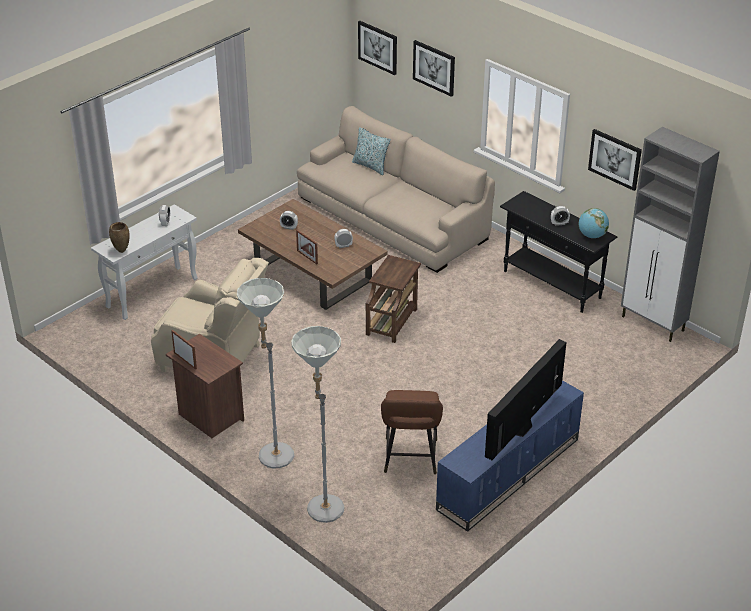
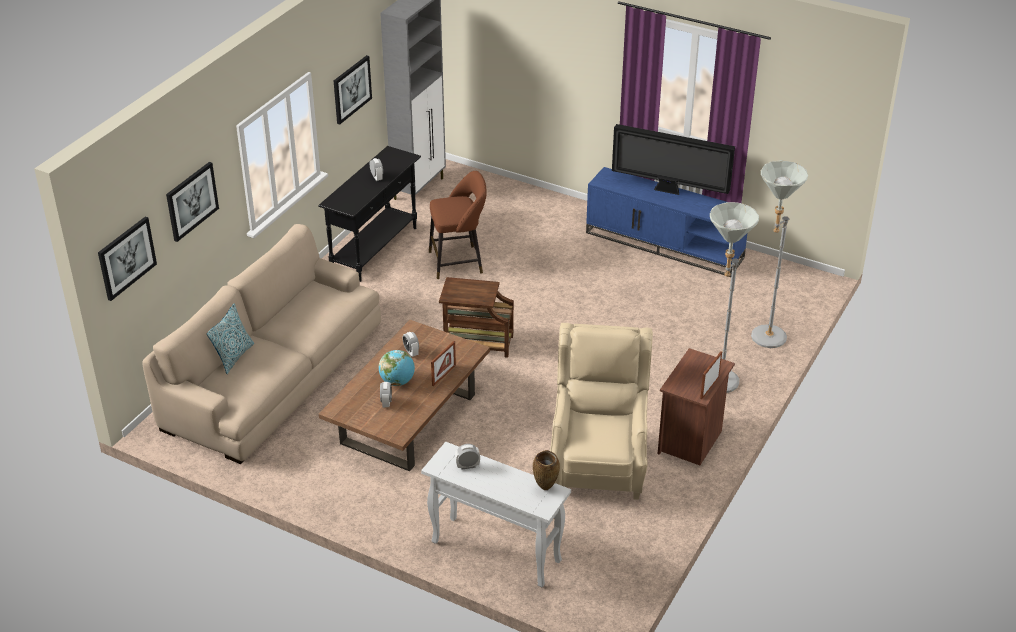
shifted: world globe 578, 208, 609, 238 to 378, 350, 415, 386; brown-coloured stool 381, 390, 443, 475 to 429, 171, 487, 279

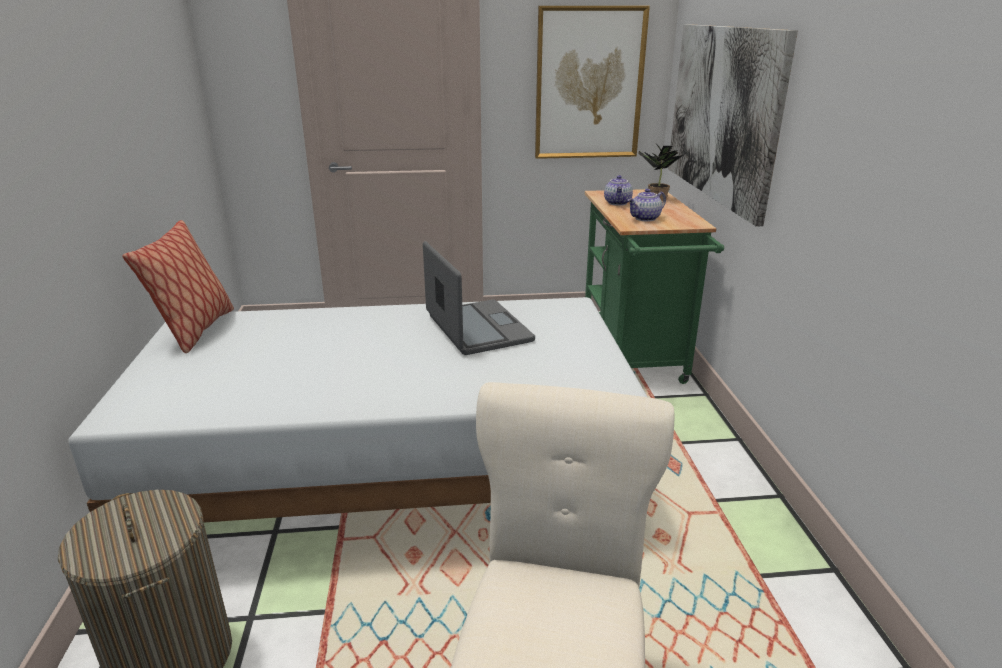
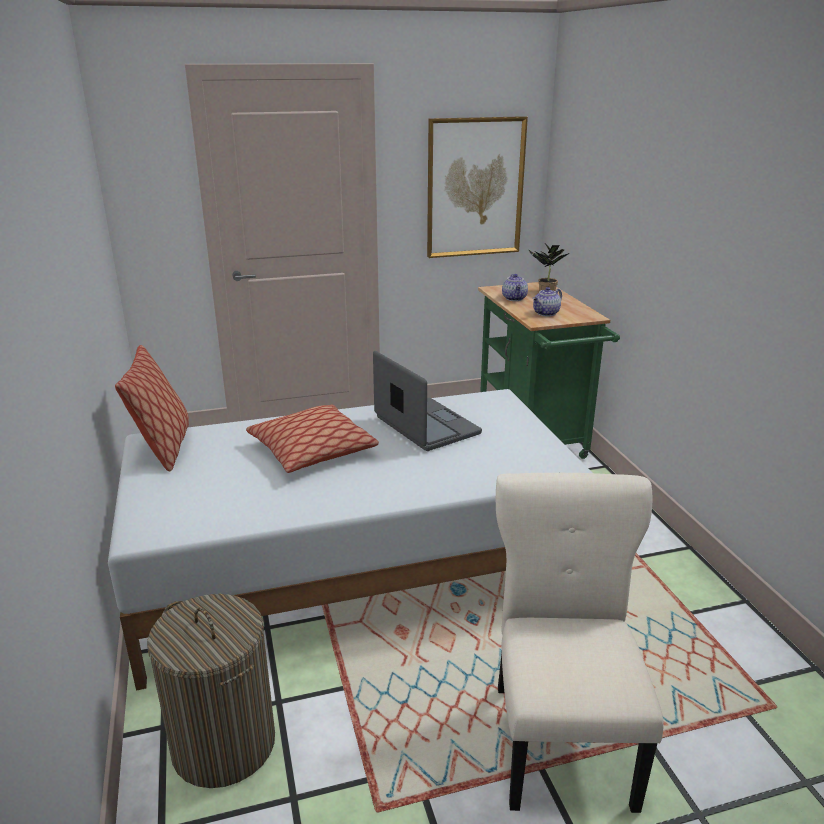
gone: wall art 668, 24, 798, 227
new: pillow 246, 405, 379, 473

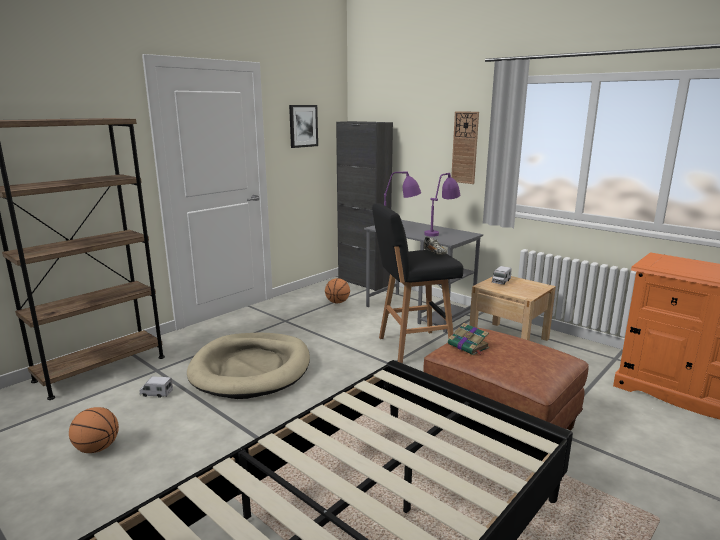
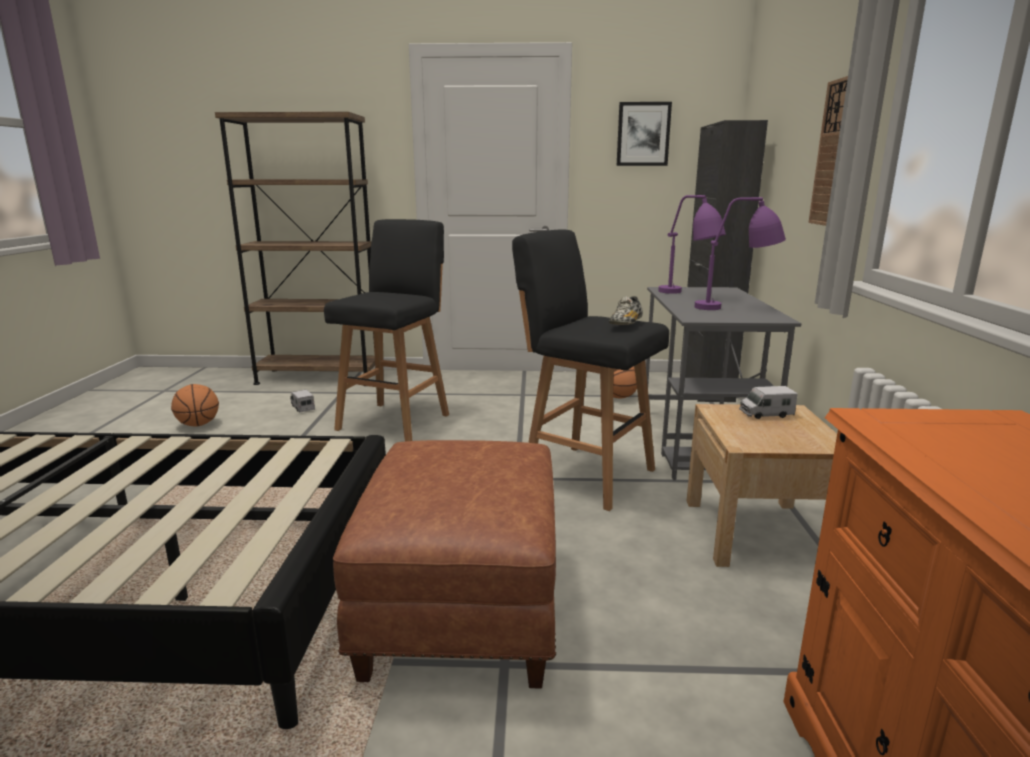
gone: bound book 448, 323, 489, 355
swapped: beige pet bed 187, 332, 310, 399 to black-coloured stool 324, 219, 449, 442

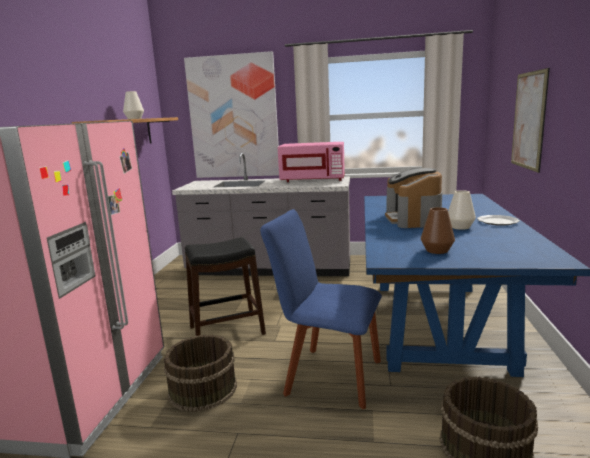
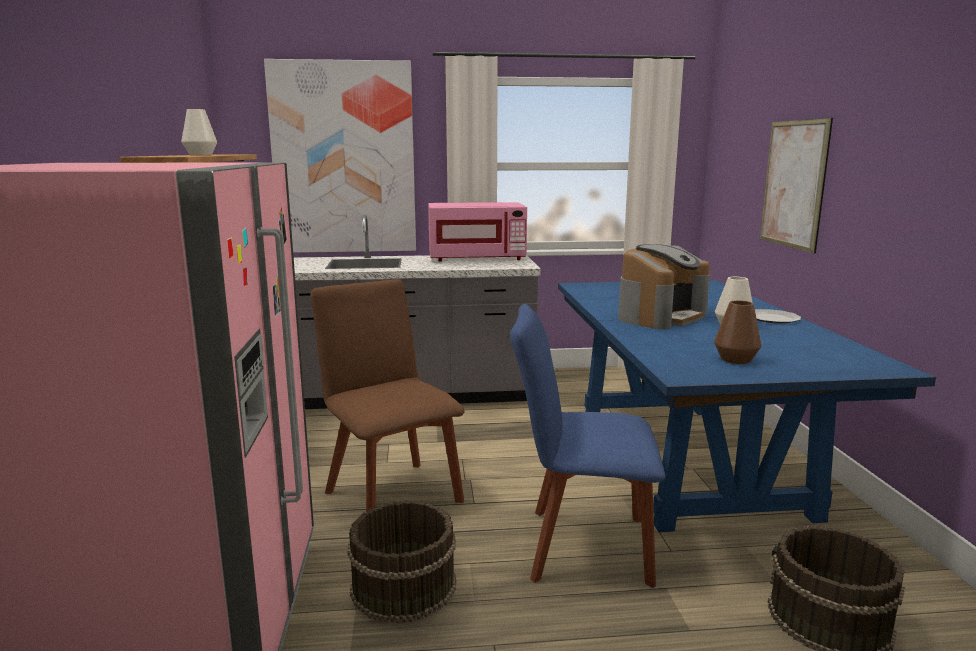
swapped: black-coloured stool 185, 237, 266, 336 to brown-coloured chair 310, 279, 465, 512
rotated: coffee machine 385, 168, 442, 228 = 618, 244, 710, 330 120 degrees counterclockwise

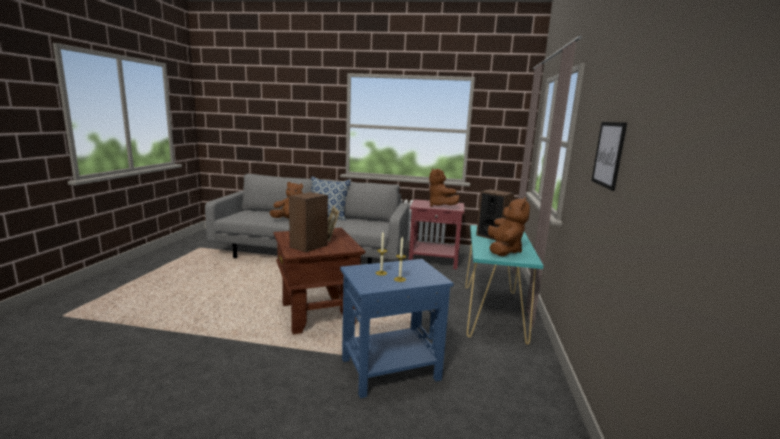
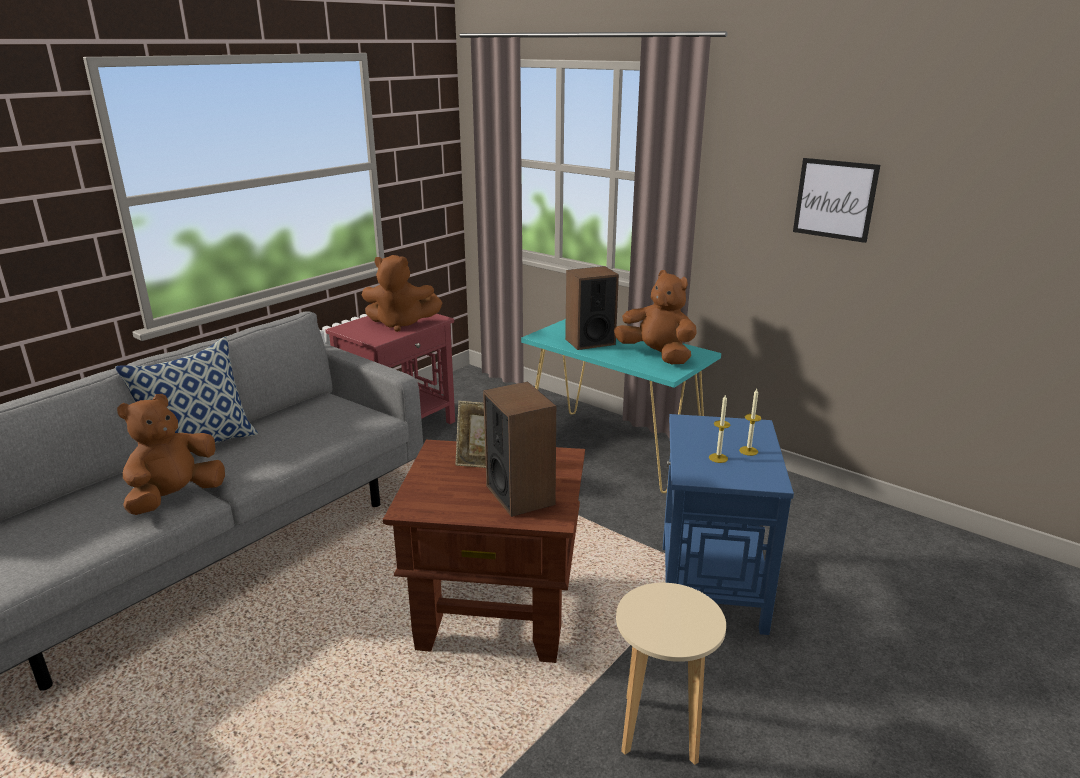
new: beige stool 616, 583, 726, 765

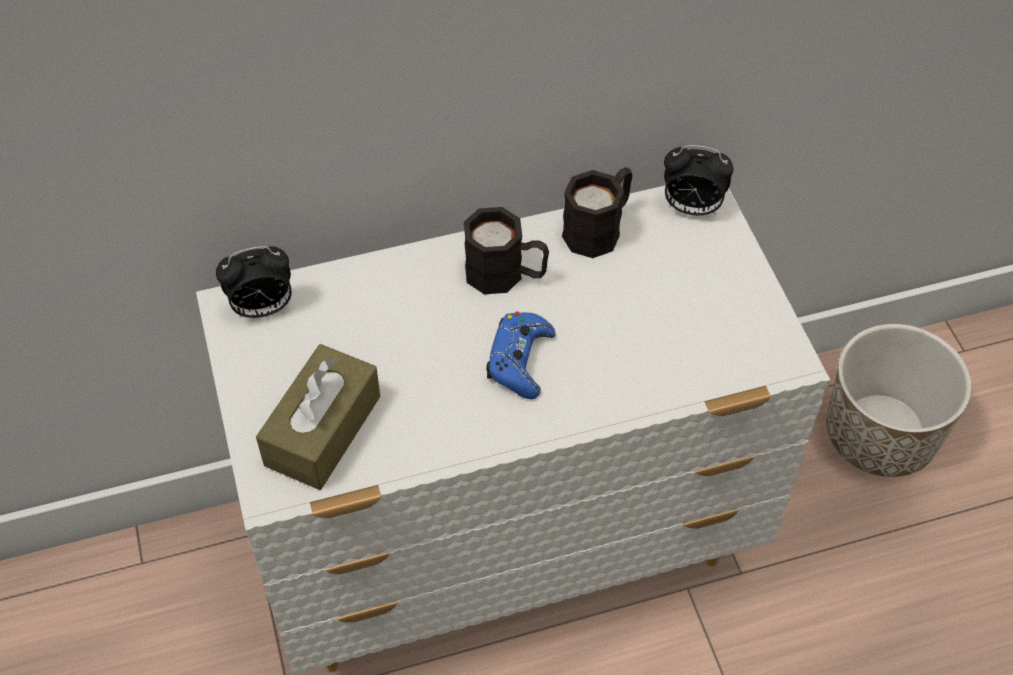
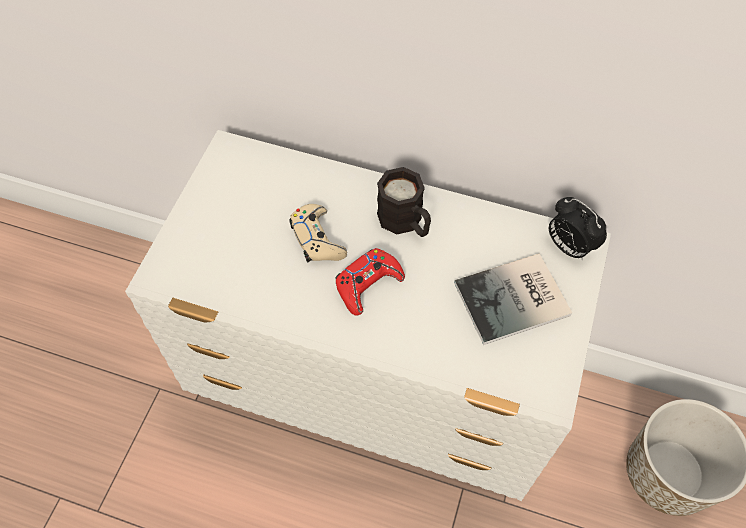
gone: black-coloured coffee mug 562, 167, 632, 258; table clock 216, 246, 291, 318; brown-coloured box of tissues 256, 344, 380, 490
new: beige joypad 289, 204, 347, 262; bound book 454, 254, 572, 345
repainted: blue joypad 486, 312, 556, 399 to red-coloured joypad 335, 248, 405, 316

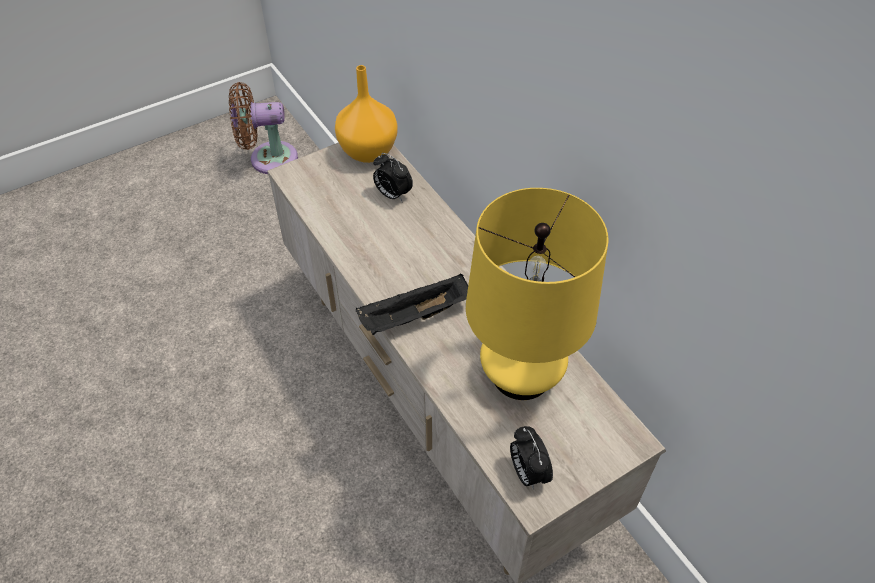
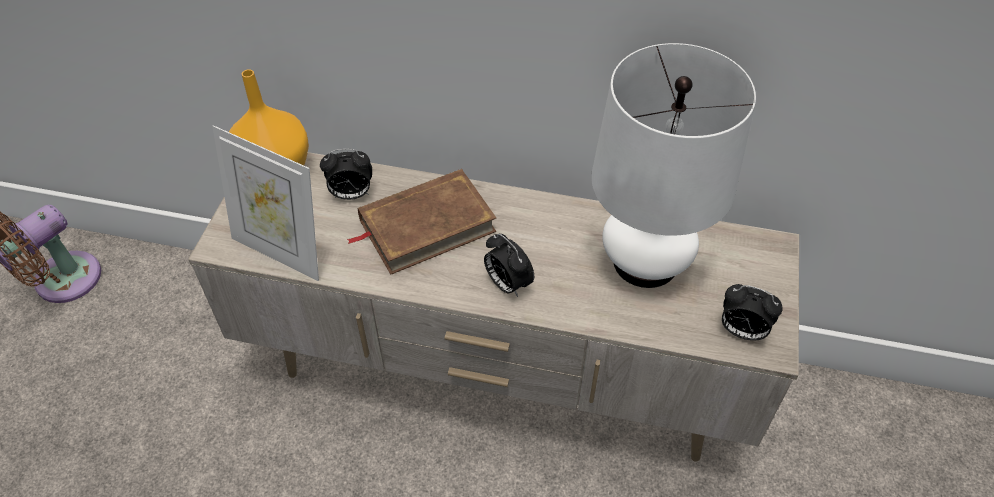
new: picture frame 212, 125, 319, 281; brown-coloured bound book 347, 169, 496, 275
swapped: black-coloured serving tray 356, 274, 468, 335 to table clock 484, 234, 534, 297
repainted: yellow tabletop lamp 466, 188, 608, 400 to white-coloured tabletop lamp 591, 43, 756, 288

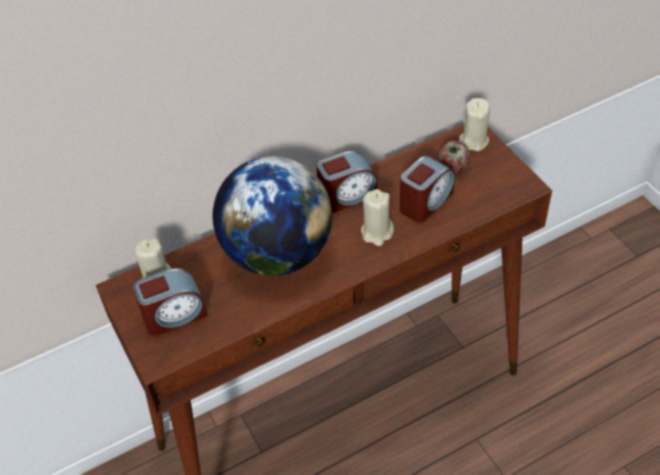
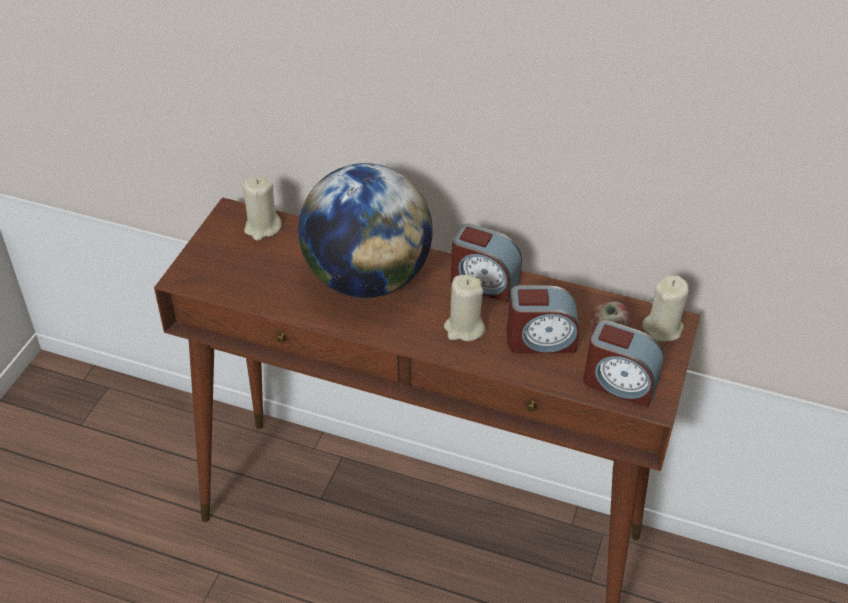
shifted: table clock 133, 268, 207, 335 to 583, 320, 664, 407

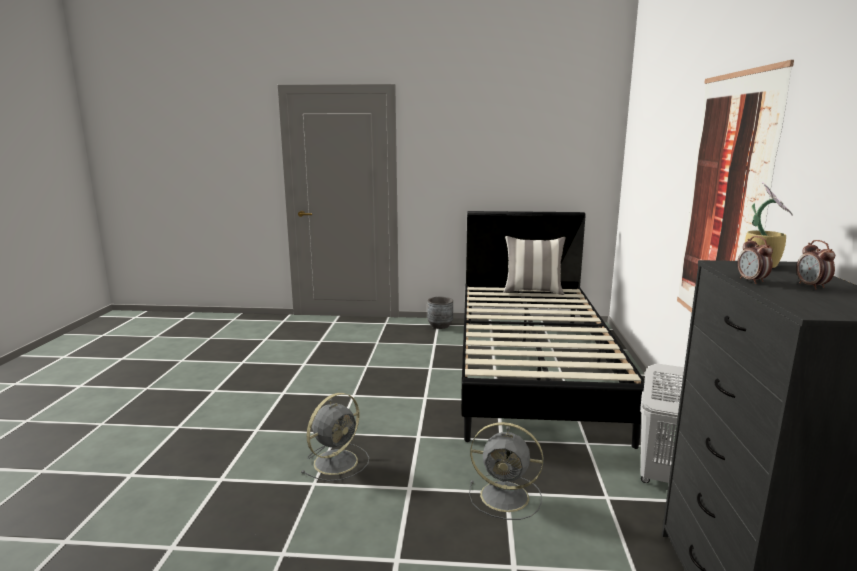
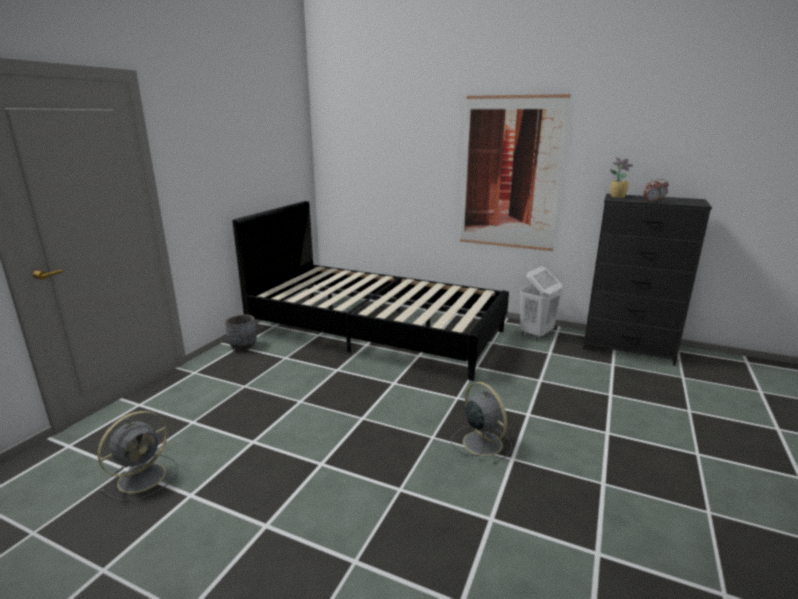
gone: pillow 504, 236, 566, 295
shifted: grey electric fan 469, 422, 543, 520 to 98, 411, 178, 501

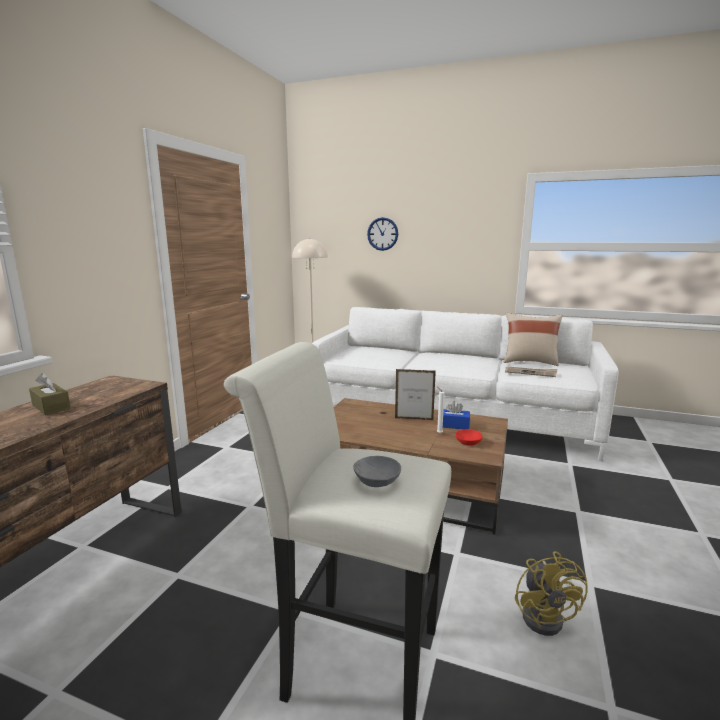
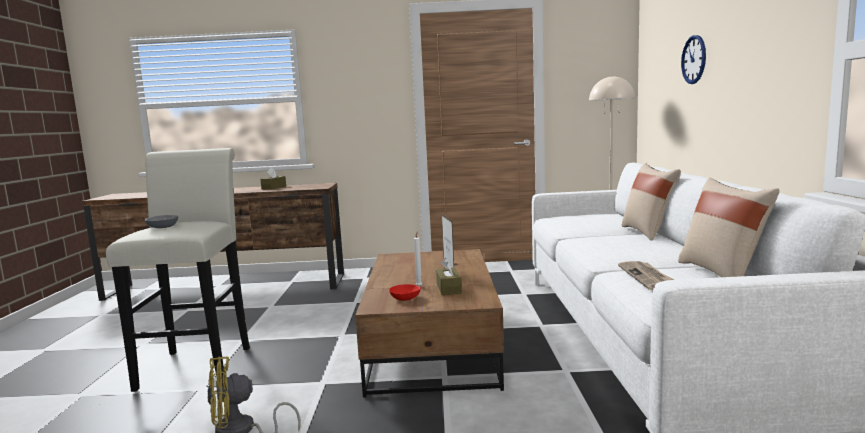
new: beige pillow 622, 163, 681, 240
repainted: blue box of tissues 443, 401, 470, 429 to brown-coloured box of tissues 436, 258, 462, 295

